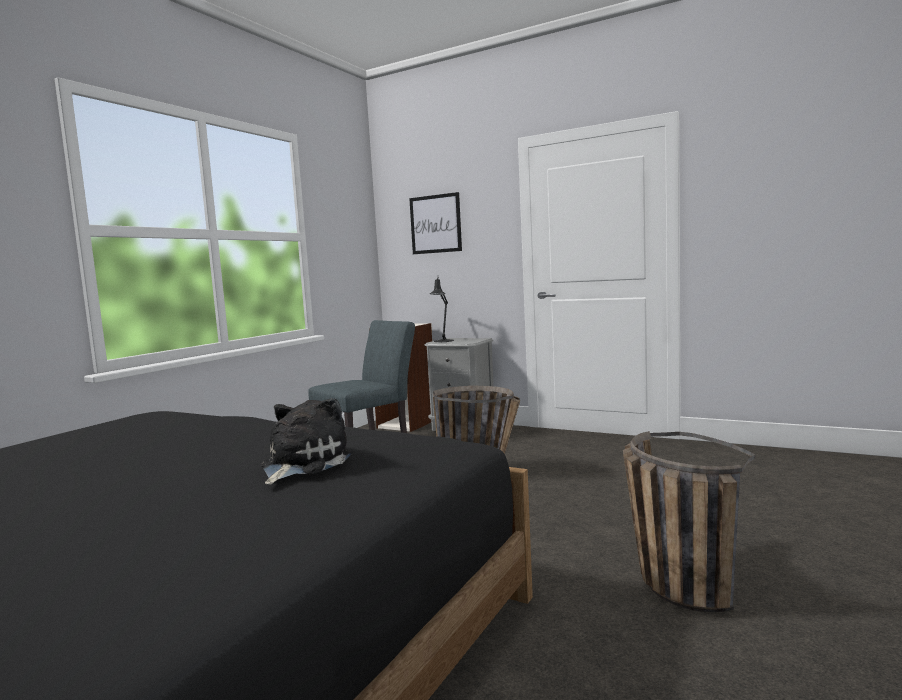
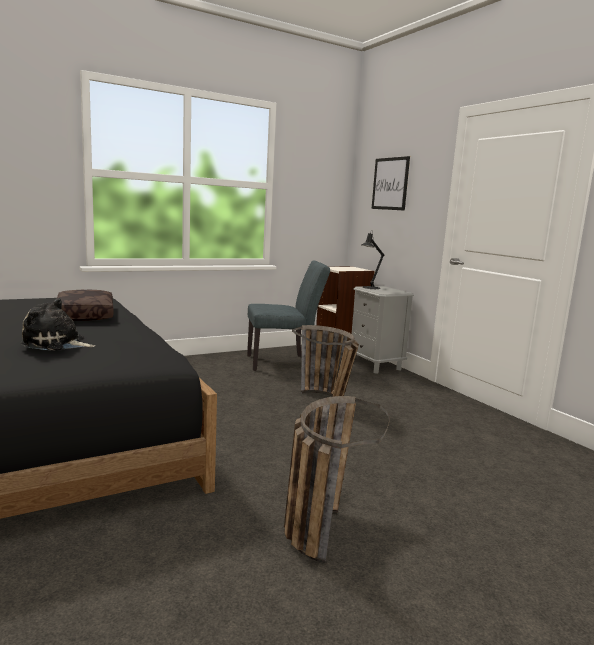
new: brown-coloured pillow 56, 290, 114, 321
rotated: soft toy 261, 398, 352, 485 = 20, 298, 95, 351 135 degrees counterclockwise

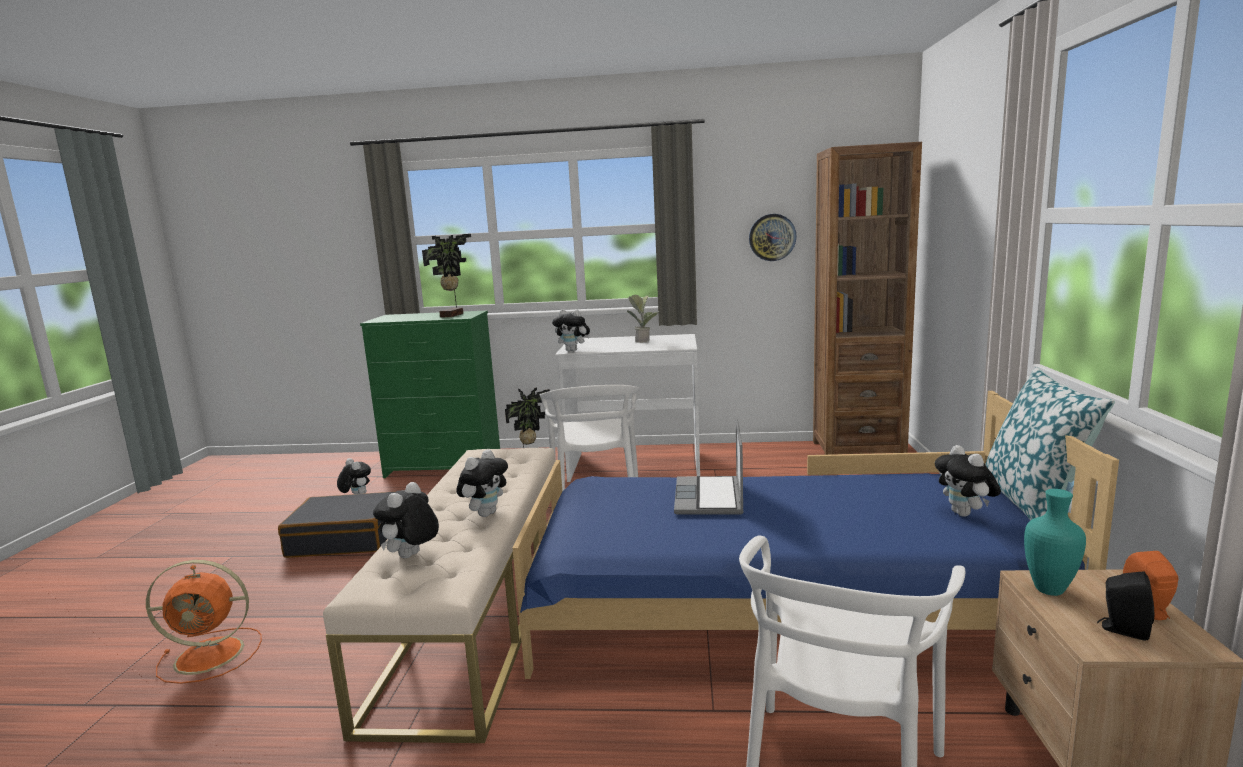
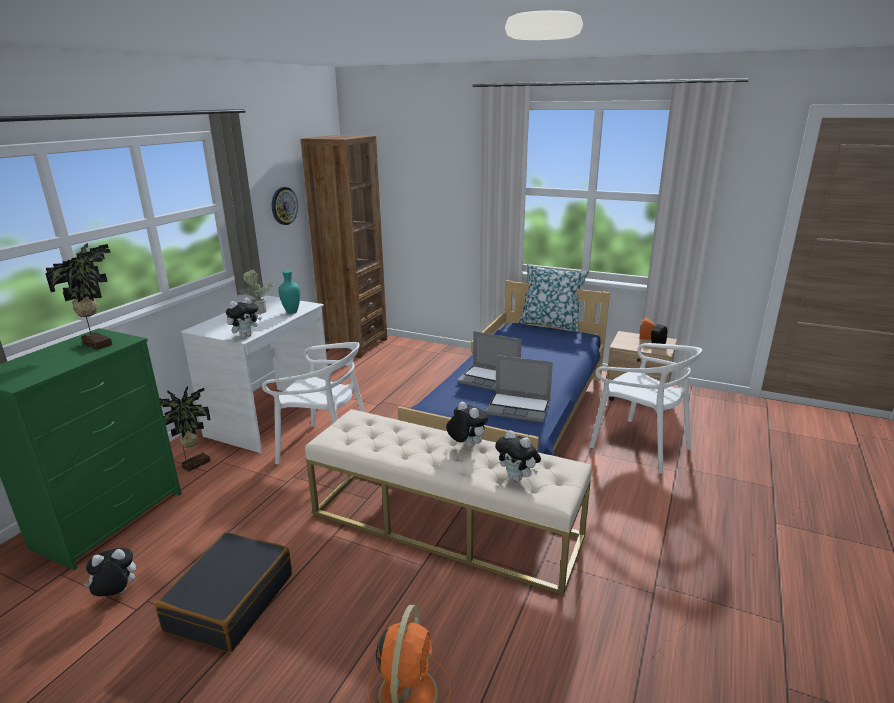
gone: soft toy 935, 445, 1001, 517
new: portable computer 485, 355, 553, 422
shifted: turquoise-coloured decorative vase 1024, 489, 1086, 596 to 278, 270, 300, 314

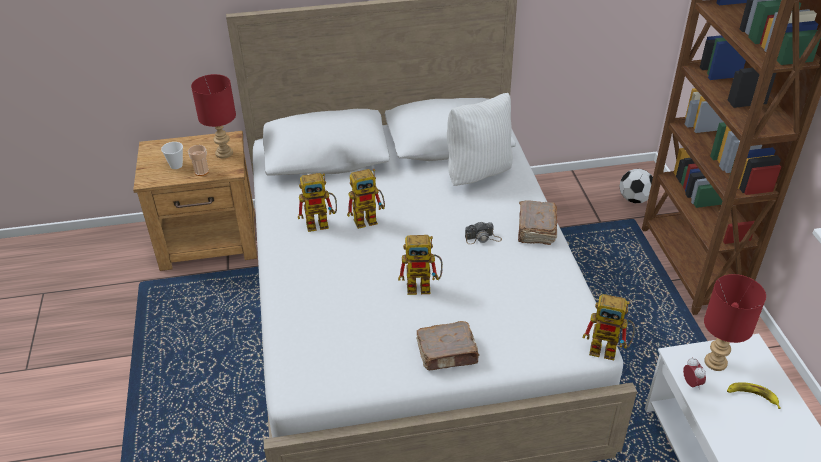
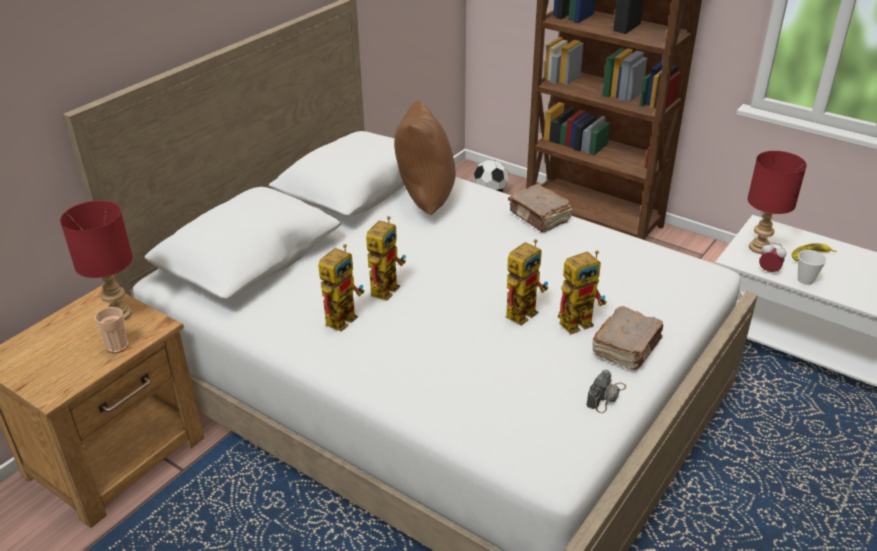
shifted: small cup 161, 142, 183, 169 to 798, 250, 827, 285; photo camera 465, 221, 502, 244 to 586, 370, 626, 413; toy robot 583, 294, 635, 360 to 558, 250, 607, 334
repainted: white-coloured pillow 447, 93, 513, 186 to brown-coloured pillow 394, 101, 456, 215

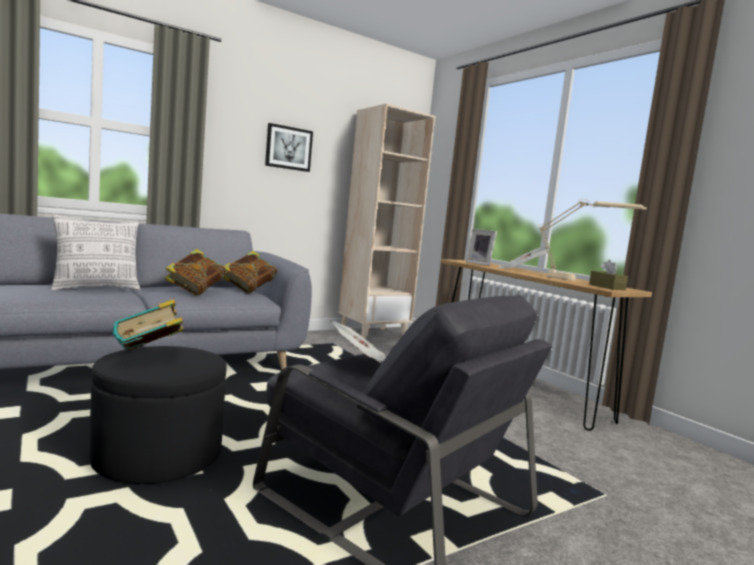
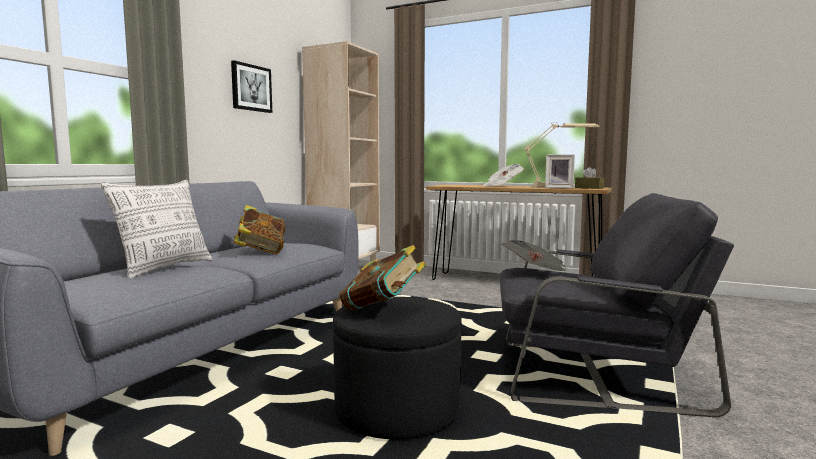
gone: bound book 223, 251, 277, 293
shifted: picture frame 465, 229, 497, 266 to 545, 154, 575, 189

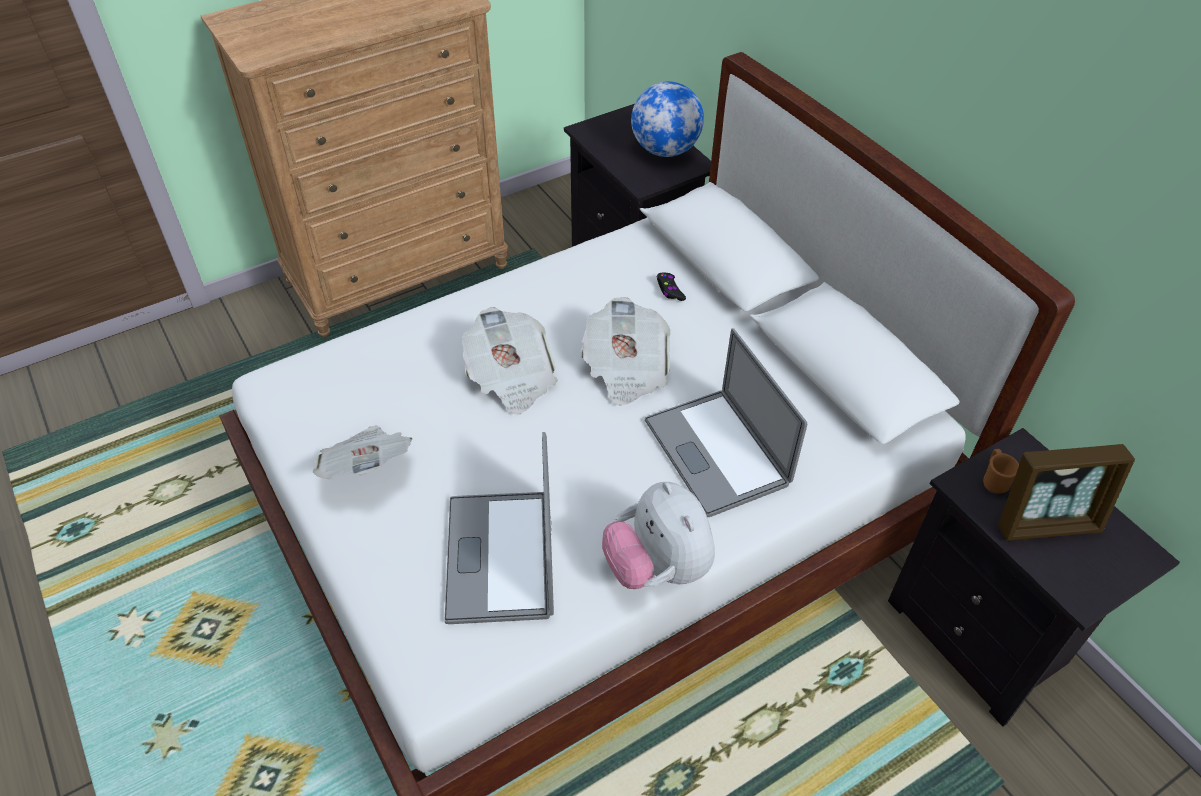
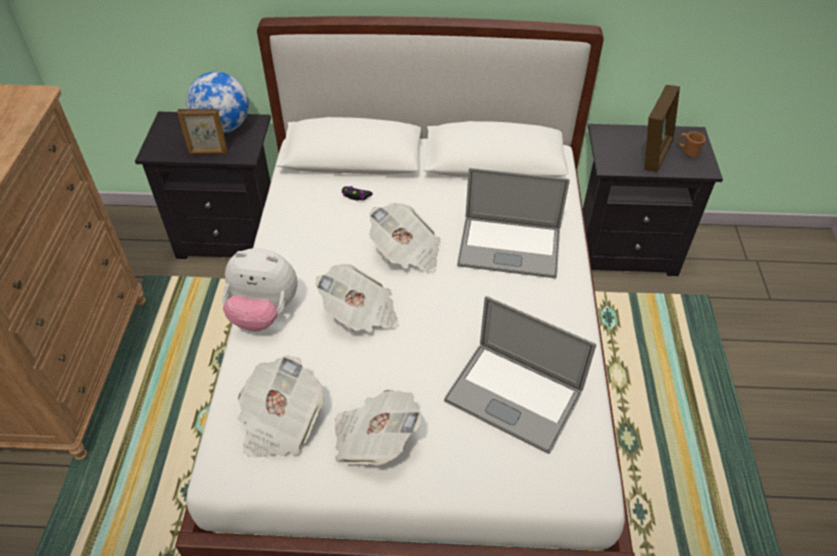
new: picture frame 177, 109, 227, 154; printed paper 238, 356, 324, 458
shifted: brown-coloured coffee mug 983, 449, 1019, 493 to 678, 132, 706, 158; soft toy 602, 482, 715, 589 to 222, 248, 298, 331

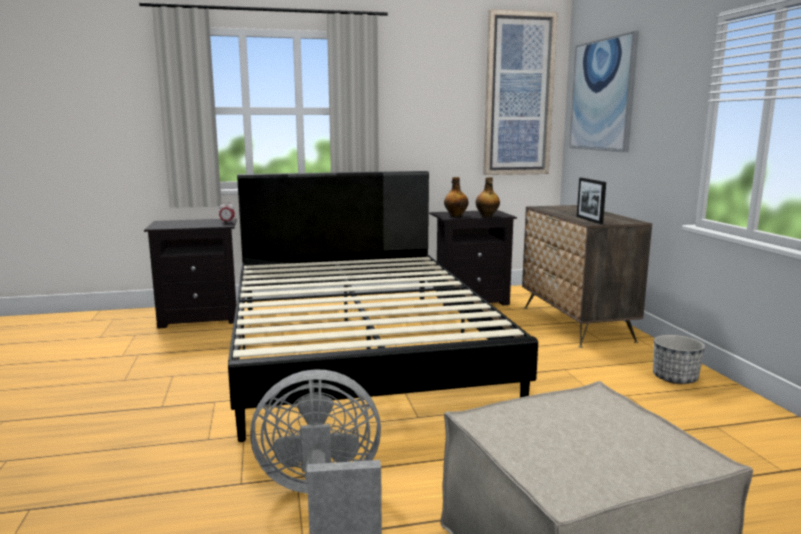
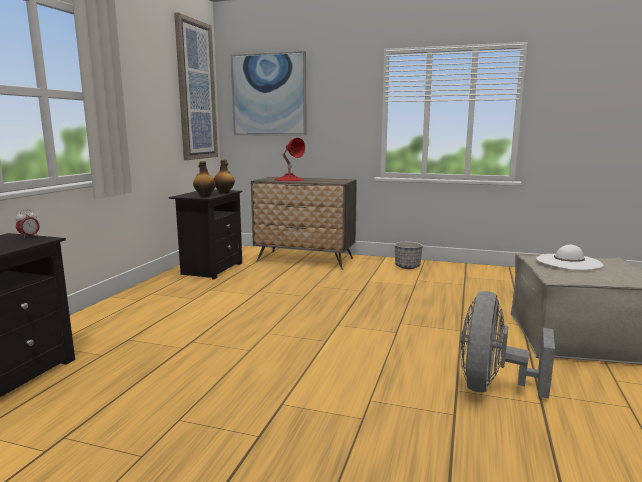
gone: black-coloured bed 228, 171, 538, 442; picture frame 577, 178, 606, 224
new: red-coloured tabletop lamp 274, 138, 305, 181; white-coloured wearable hat 536, 245, 604, 270

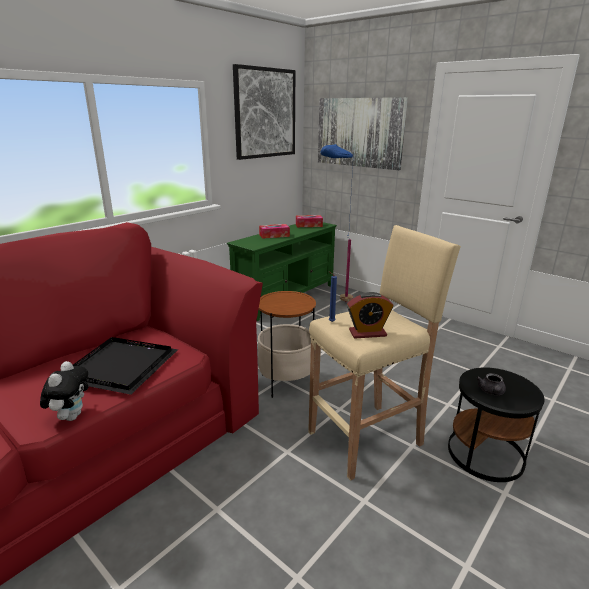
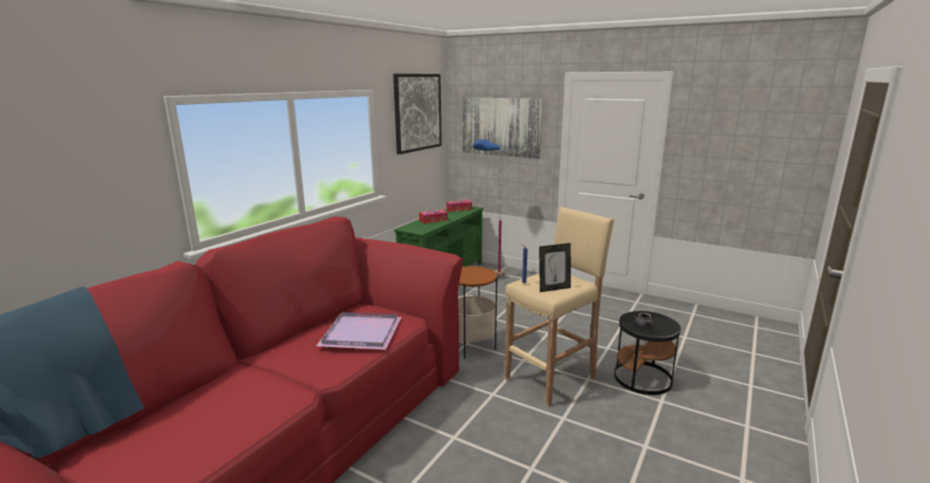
gone: soft toy 40, 361, 88, 421
swapped: table clock 347, 292, 393, 339 to picture frame 539, 243, 571, 292
repainted: black-coloured serving tray 73, 337, 178, 395 to purplish serving tray 316, 312, 402, 350

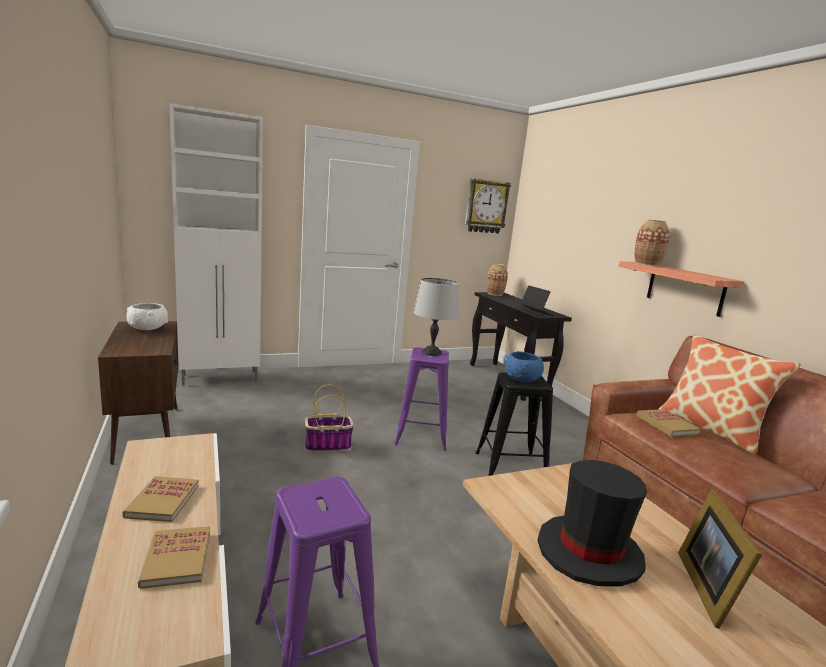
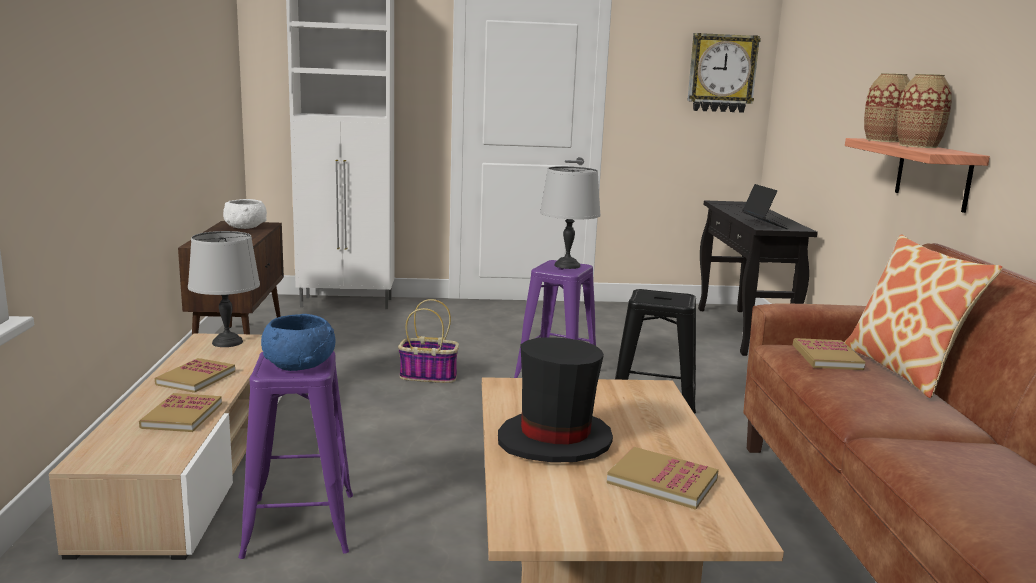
new: grey tabletop lamp 188, 231, 260, 347
shifted: decorative vase 487, 264, 508, 296 to 897, 74, 952, 148; blue bowl 505, 351, 544, 382 to 261, 314, 336, 371
swapped: picture frame 678, 490, 762, 629 to bound book 607, 447, 719, 510

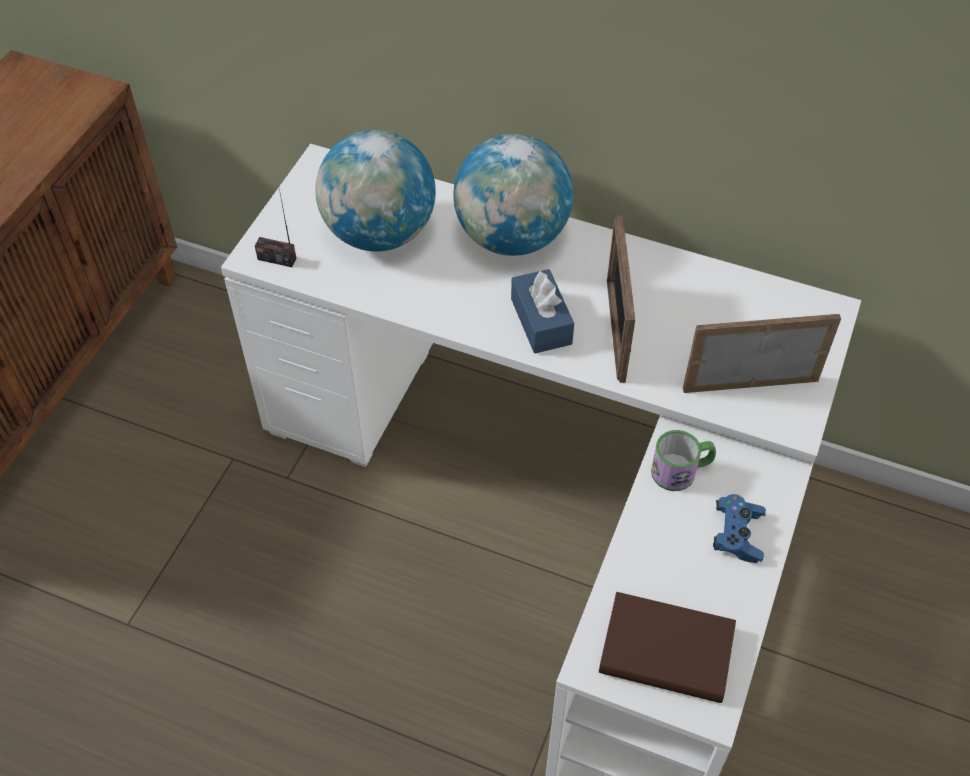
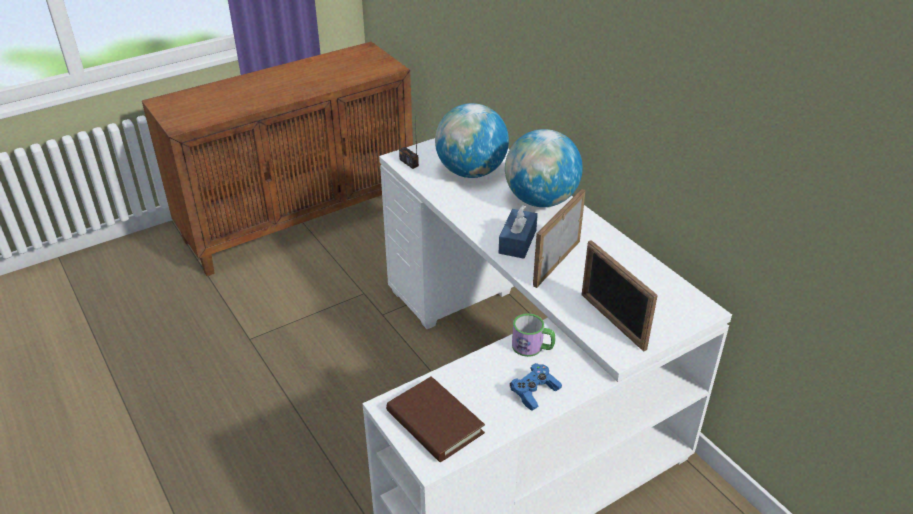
rotated: picture frame 683, 314, 841, 393 = 582, 240, 658, 351 150 degrees counterclockwise

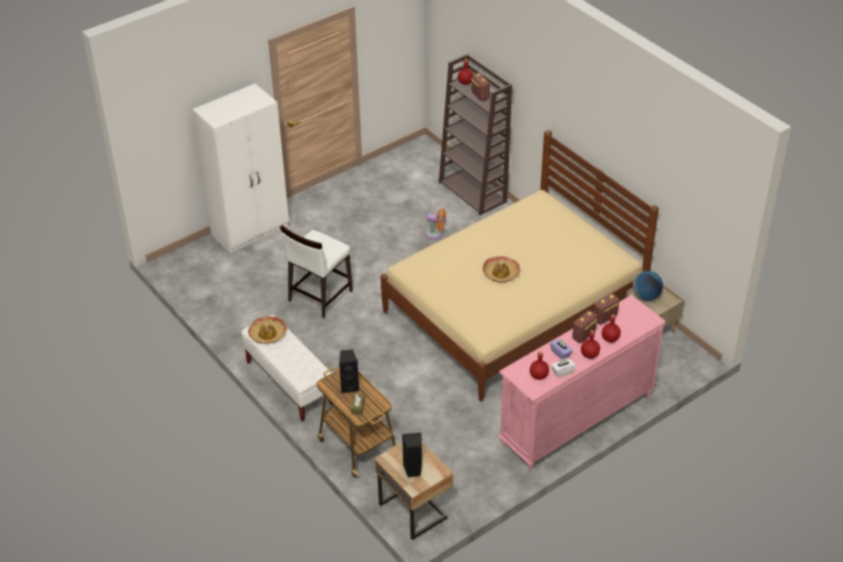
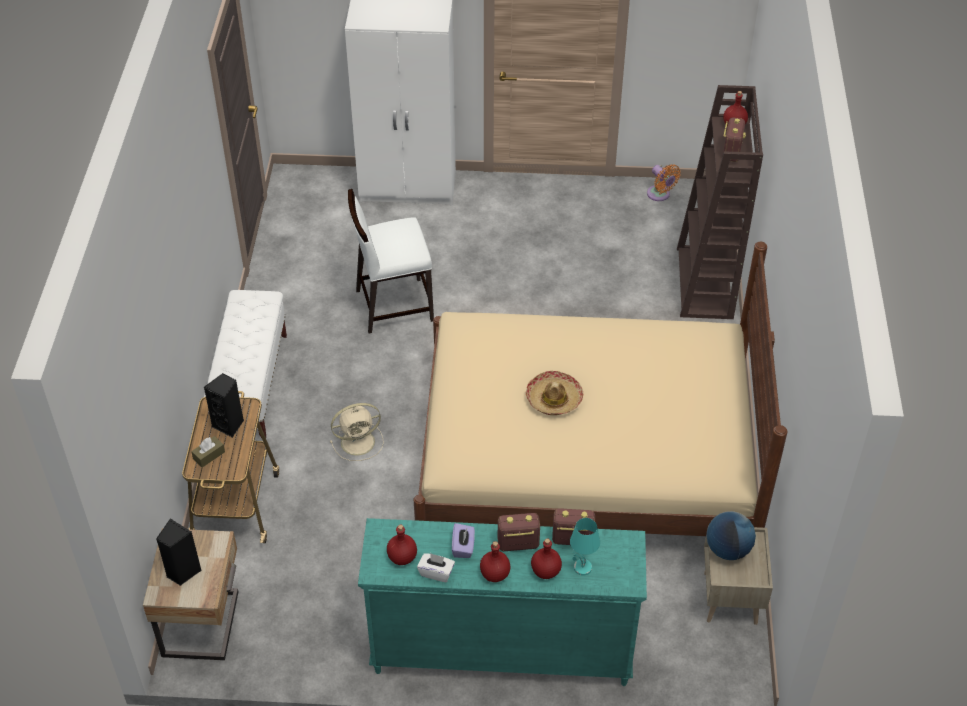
gone: wearable hat 248, 316, 287, 344
new: beige electric fan 330, 403, 384, 461; turquoise-coloured tabletop lamp 570, 518, 600, 576
shifted: orange electric fan 425, 208, 446, 239 to 647, 164, 681, 201
repainted: pink-coloured chest of drawers 498, 295, 666, 471 to turquoise-coloured chest of drawers 358, 518, 647, 686

